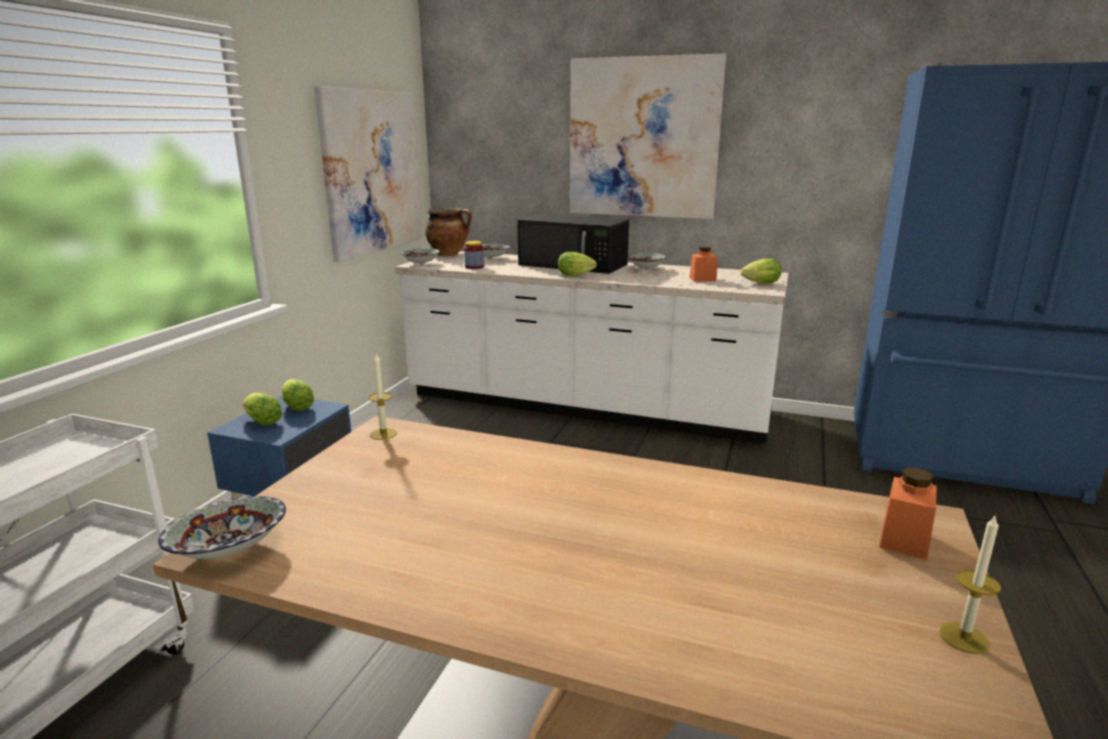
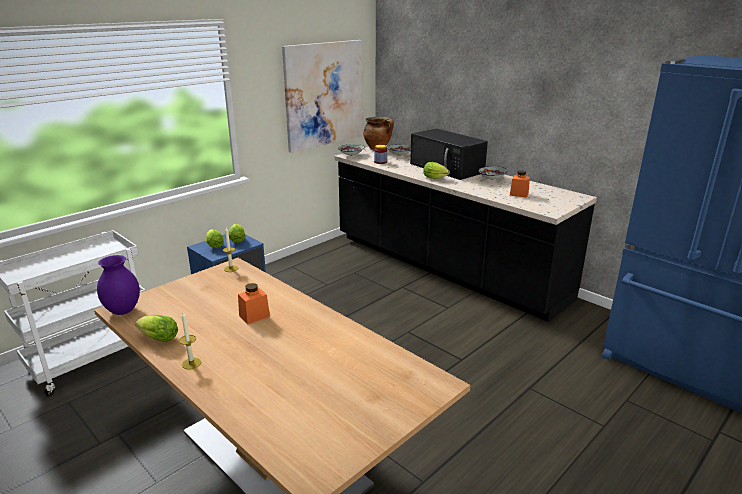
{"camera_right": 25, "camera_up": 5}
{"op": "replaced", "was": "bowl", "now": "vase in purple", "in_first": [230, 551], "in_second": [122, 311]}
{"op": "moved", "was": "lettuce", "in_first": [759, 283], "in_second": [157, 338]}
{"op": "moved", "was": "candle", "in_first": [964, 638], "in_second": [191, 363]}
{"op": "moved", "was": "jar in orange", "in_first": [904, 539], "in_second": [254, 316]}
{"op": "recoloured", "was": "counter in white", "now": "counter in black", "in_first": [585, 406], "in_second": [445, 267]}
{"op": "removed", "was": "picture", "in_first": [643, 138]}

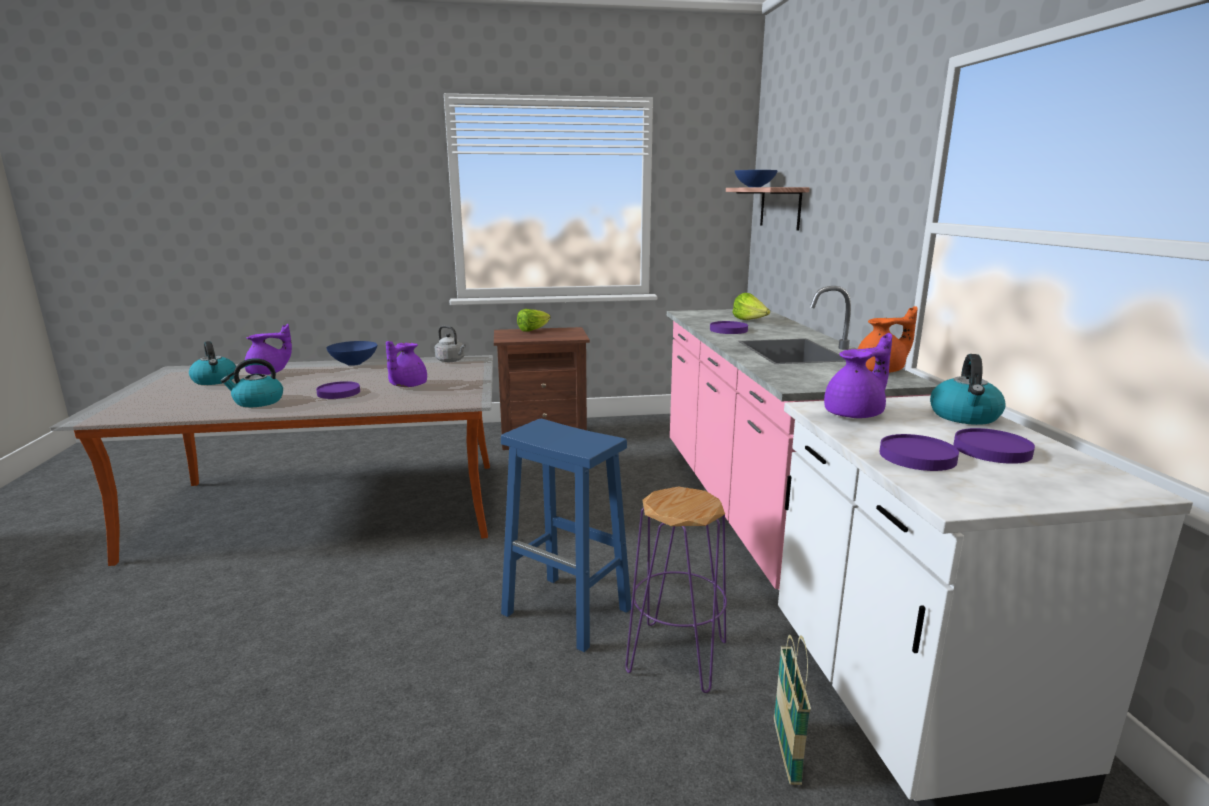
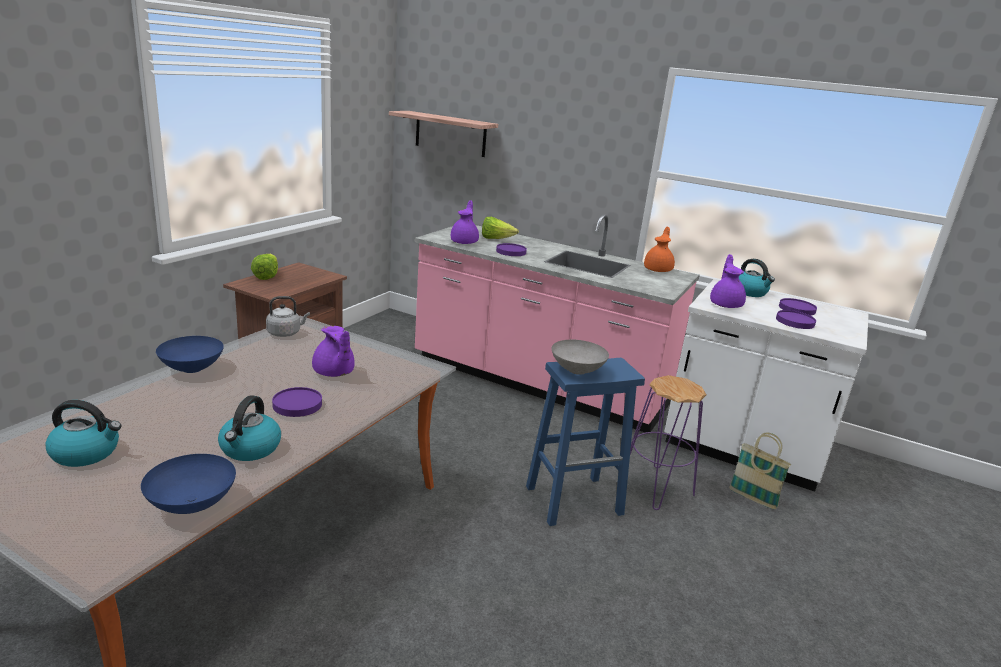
{"camera_right": -55, "camera_up": 5}
{"op": "moved", "was": "bowl in blue", "in_first": [754, 187], "in_second": [192, 505]}
{"op": "moved", "was": "teapot in purple", "in_first": [268, 373], "in_second": [465, 242]}
{"op": "added", "now": "bowl in grey", "in_second": [576, 370]}

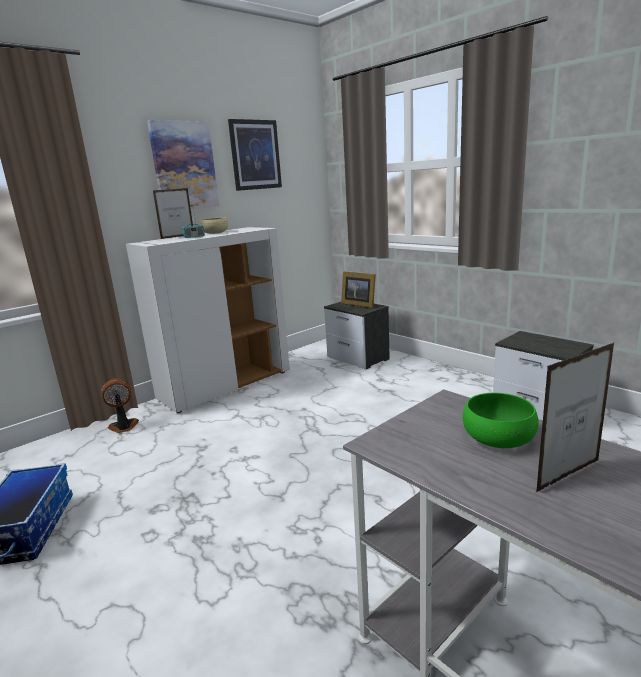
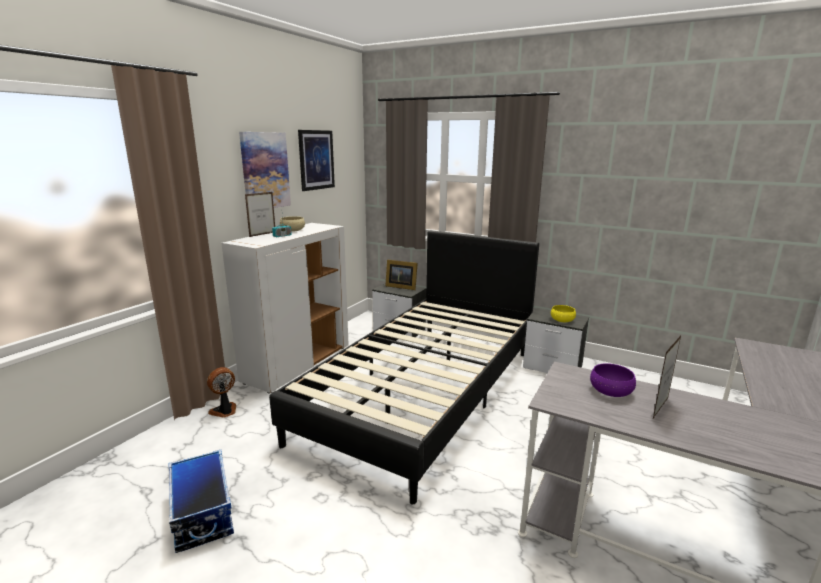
{"camera_right": -20, "camera_up": 0}
{"op": "added", "now": "bed in black", "in_second": [424, 392]}
{"op": "added", "now": "bowl in yellow", "in_second": [562, 320]}
{"op": "recoloured", "was": "bowl in green", "now": "bowl in purple", "in_first": [498, 438], "in_second": [611, 391]}

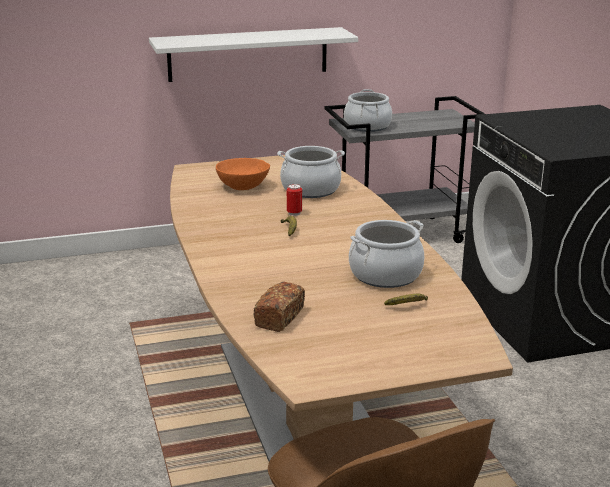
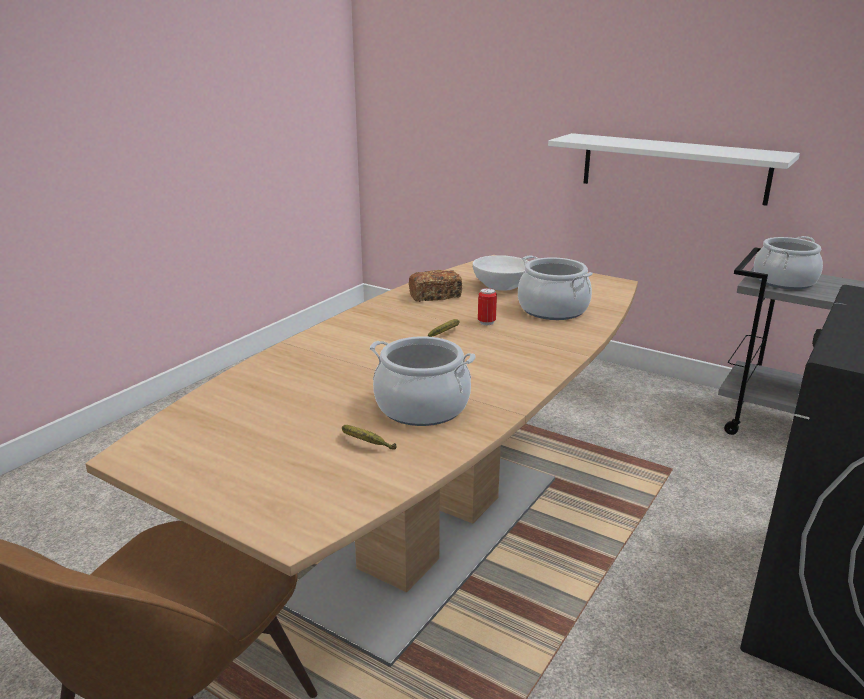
{"camera_right": 50, "camera_up": 0}
{"op": "moved", "was": "bread", "in_first": [279, 317], "in_second": [435, 296]}
{"op": "recoloured", "was": "bowl in orange", "now": "bowl in white", "in_first": [243, 186], "in_second": [501, 287]}

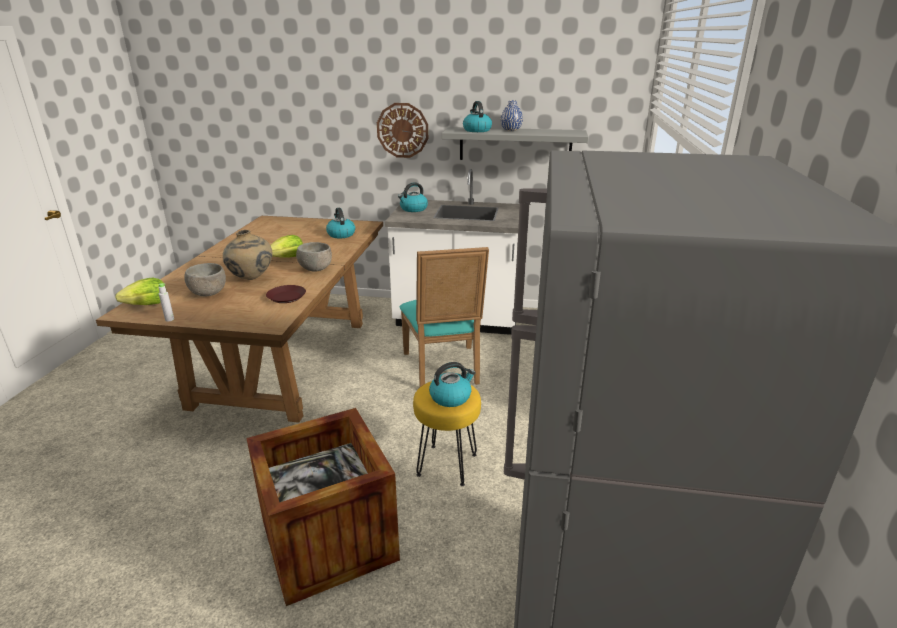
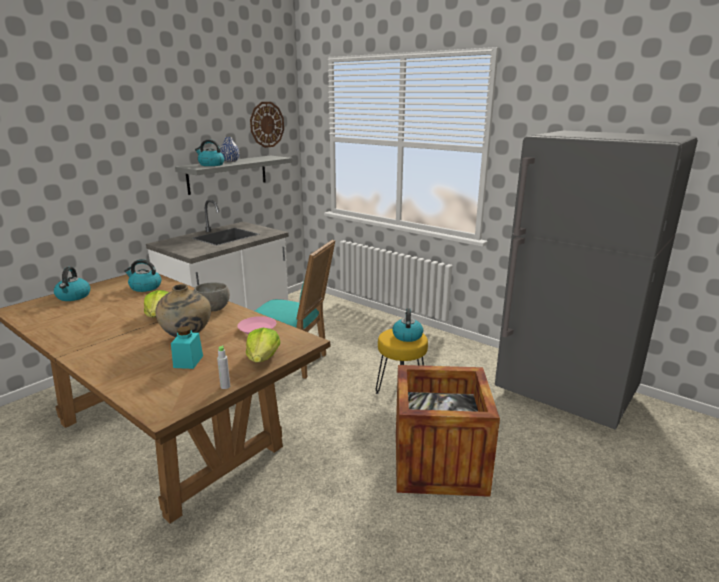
{"camera_right": -60, "camera_up": -5}
{"op": "moved", "was": "kettle", "in_first": [413, 209], "in_second": [73, 296]}
{"op": "replaced", "was": "bowl in grey", "now": "jar in turquoise", "in_first": [208, 294], "in_second": [188, 361]}
{"op": "recoloured", "was": "plate in brown", "now": "plate in pink", "in_first": [286, 297], "in_second": [257, 328]}
{"op": "moved", "was": "lettuce", "in_first": [147, 304], "in_second": [263, 358]}
{"op": "moved", "was": "wall clock", "in_first": [402, 130], "in_second": [267, 124]}

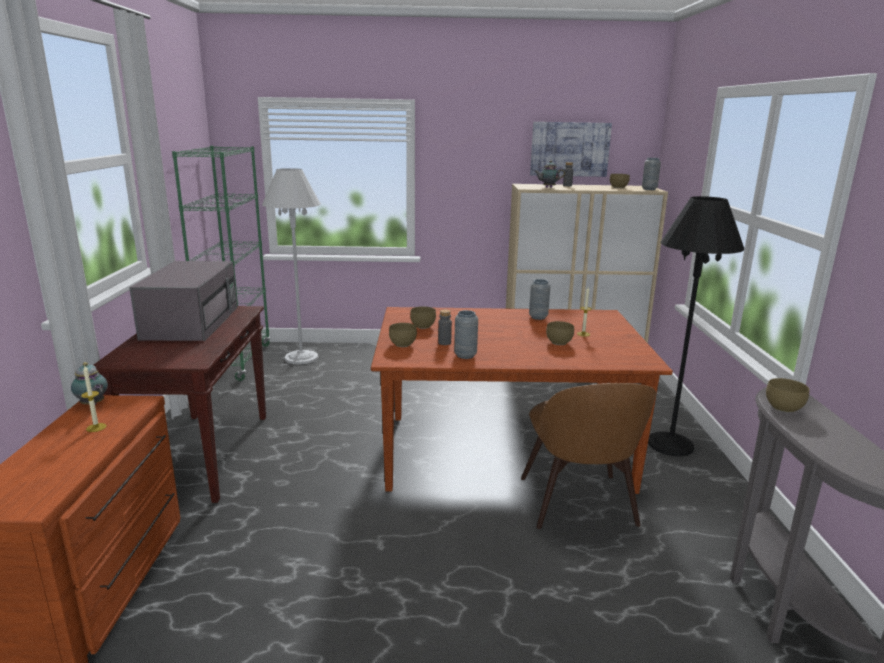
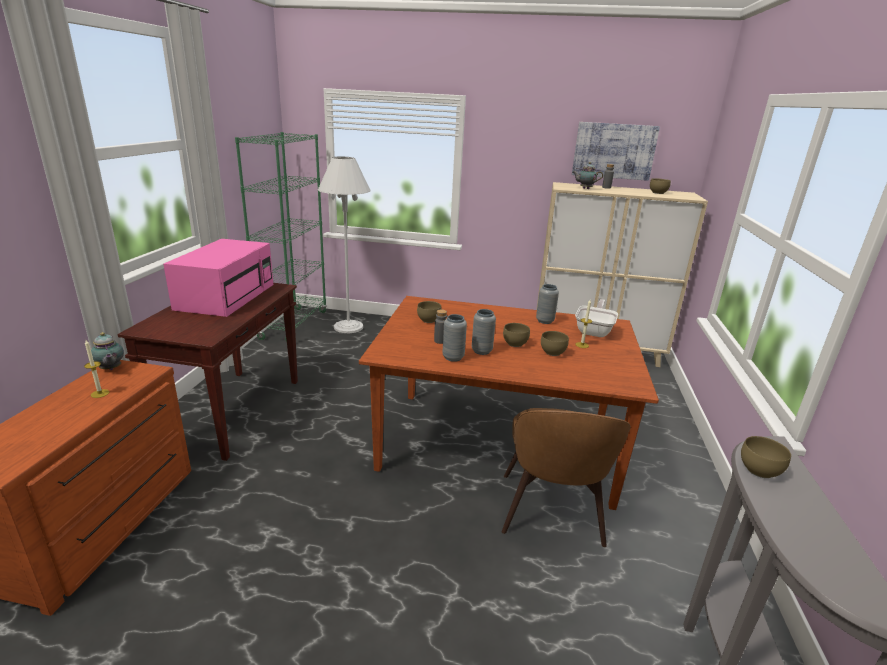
{"camera_right": 10, "camera_up": 5}
{"op": "recoloured", "was": "microwave in grey", "now": "microwave in pink", "in_first": [192, 322], "in_second": [227, 296]}
{"op": "moved", "was": "vase in grey", "in_first": [649, 189], "in_second": [481, 351]}
{"op": "moved", "was": "bowl in brown", "in_first": [402, 344], "in_second": [514, 343]}
{"op": "added", "now": "frying pan", "in_second": [594, 330]}
{"op": "removed", "was": "floor lamp in black", "in_first": [670, 444]}

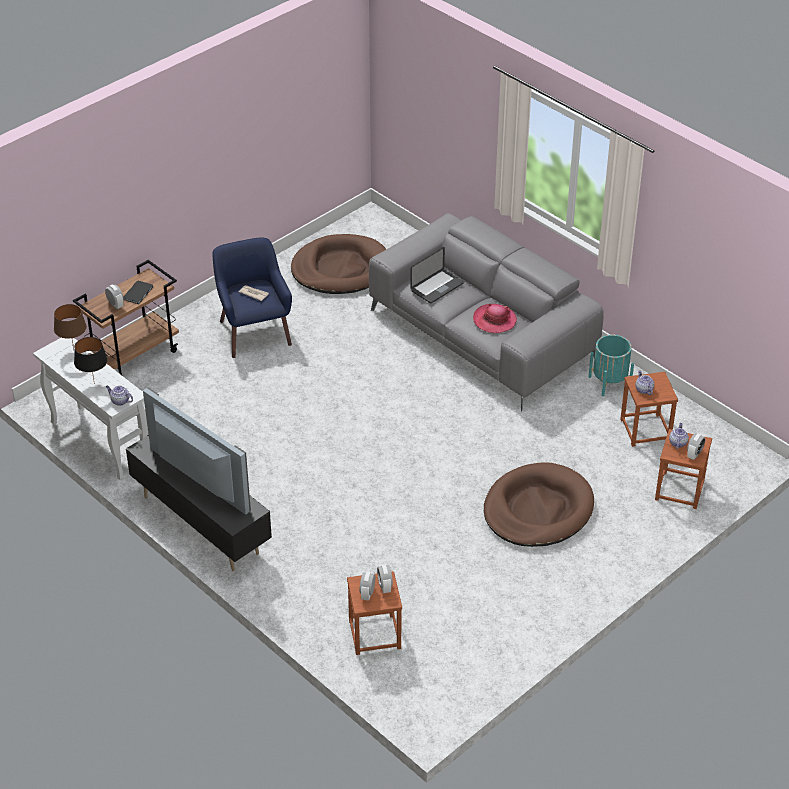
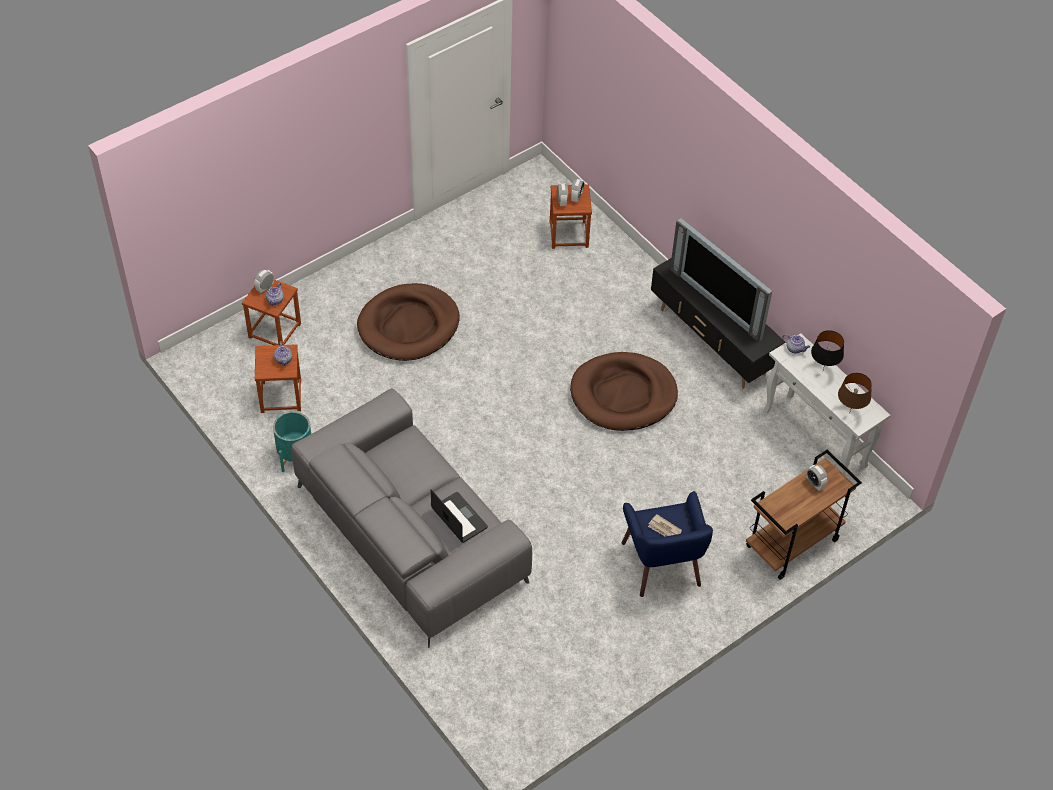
{"camera_right": -175, "camera_up": 10}
{"op": "turned", "was": "laptop", "in_first": [437, 287], "in_second": [459, 518], "clockwise": 90}
{"op": "moved", "was": "dog bed in brown", "in_first": [340, 269], "in_second": [623, 395]}
{"op": "removed", "was": "book in black", "in_first": [139, 292]}
{"op": "removed", "was": "hat", "in_first": [494, 320]}

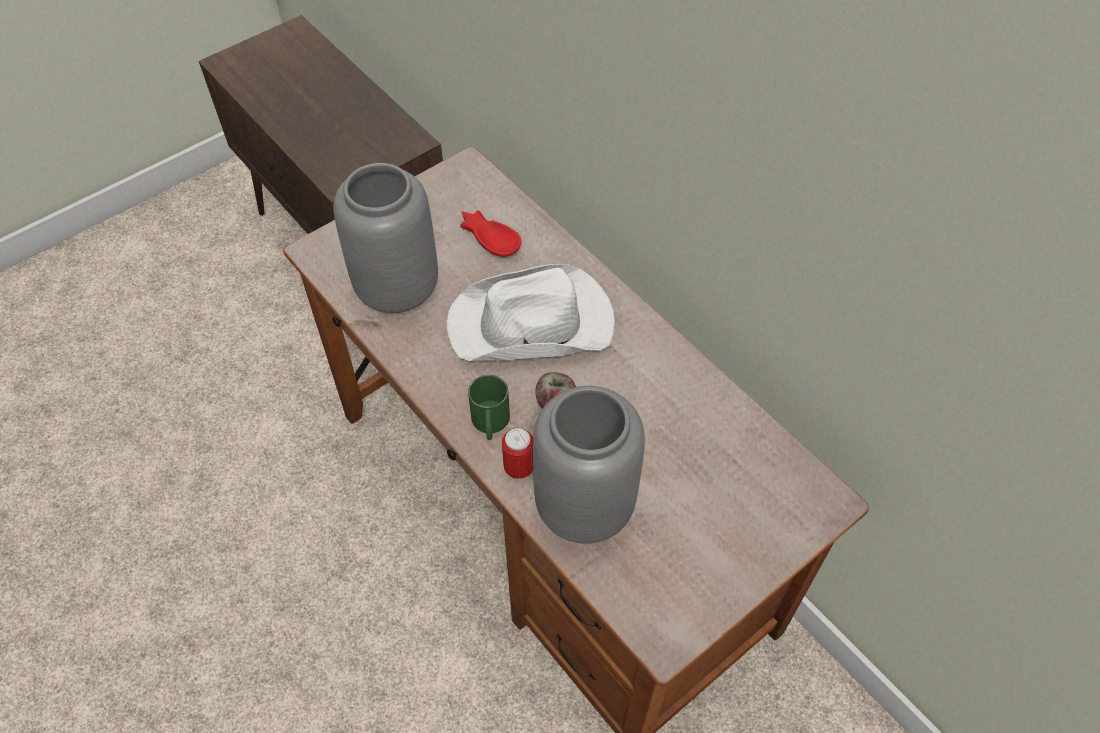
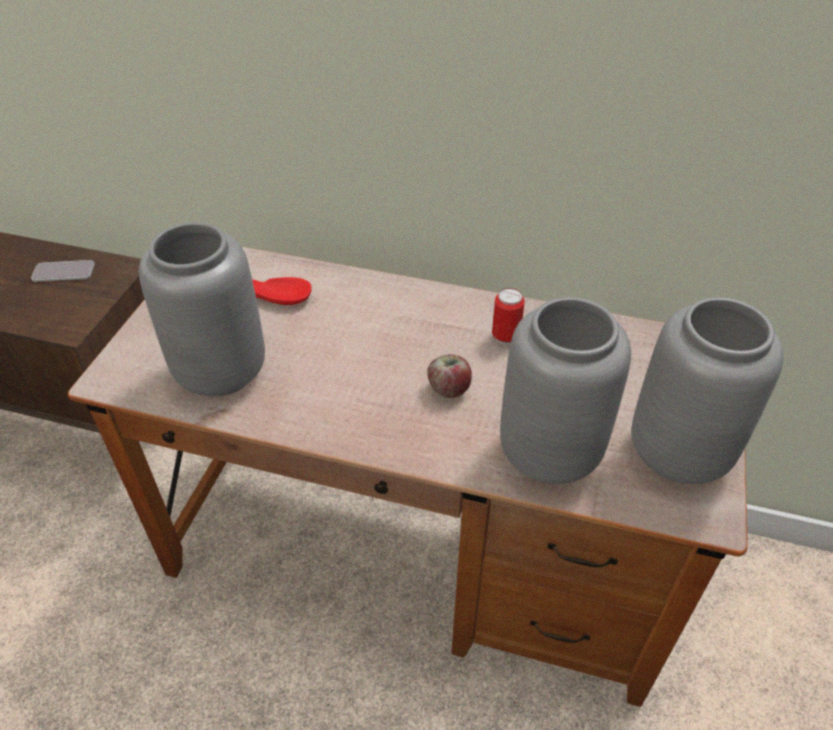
{"camera_right": -35, "camera_up": -10}
{"op": "added", "now": "phone", "in_second": [63, 272]}
{"op": "moved", "was": "can", "in_first": [519, 468], "in_second": [505, 337]}
{"op": "added", "now": "vase in grey", "in_second": [676, 452]}
{"op": "removed", "was": "hat in white", "in_first": [533, 324]}
{"op": "removed", "was": "mug in green", "in_first": [490, 424]}

